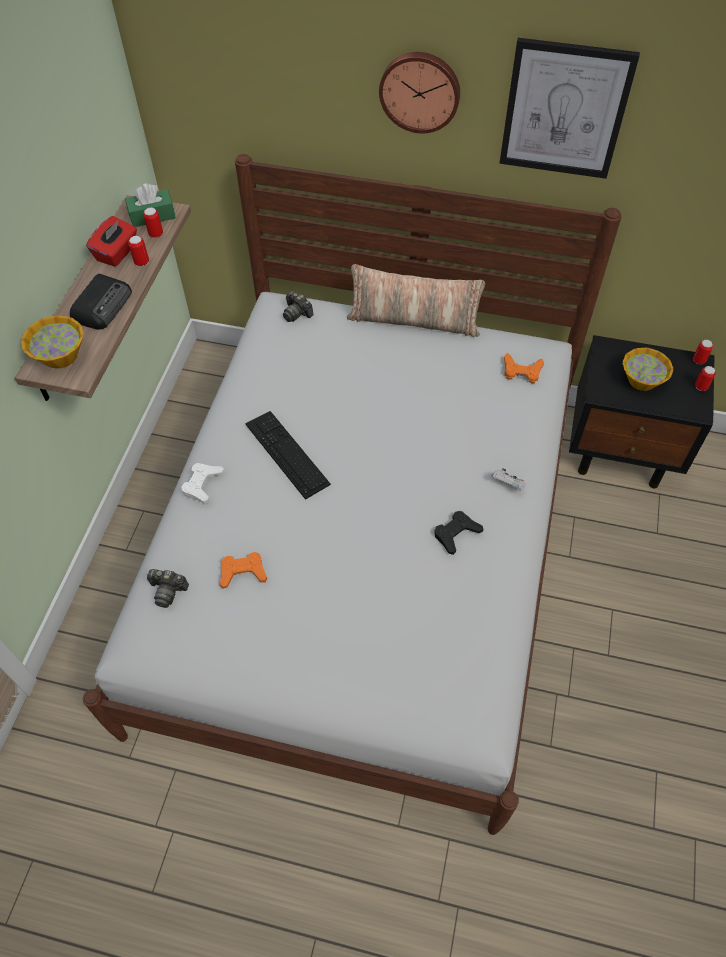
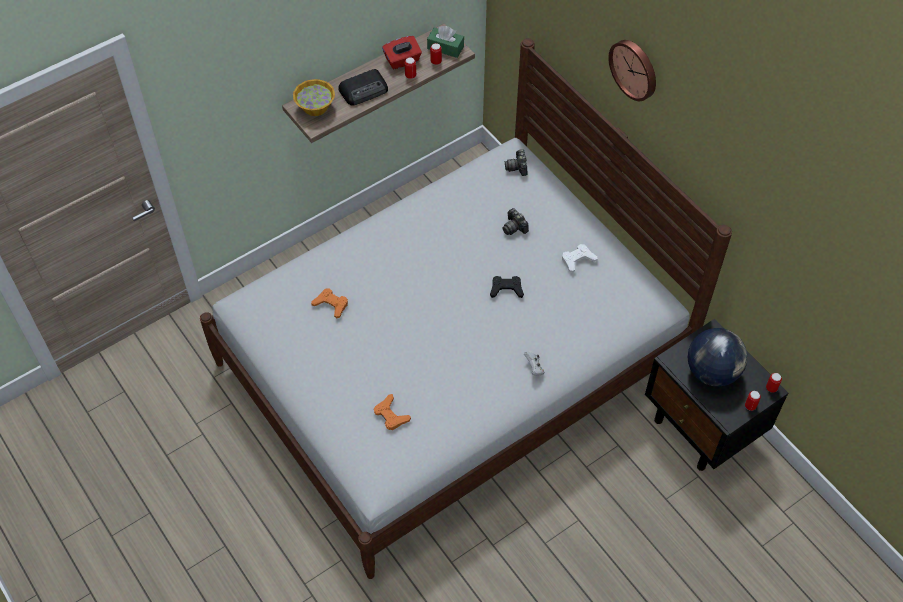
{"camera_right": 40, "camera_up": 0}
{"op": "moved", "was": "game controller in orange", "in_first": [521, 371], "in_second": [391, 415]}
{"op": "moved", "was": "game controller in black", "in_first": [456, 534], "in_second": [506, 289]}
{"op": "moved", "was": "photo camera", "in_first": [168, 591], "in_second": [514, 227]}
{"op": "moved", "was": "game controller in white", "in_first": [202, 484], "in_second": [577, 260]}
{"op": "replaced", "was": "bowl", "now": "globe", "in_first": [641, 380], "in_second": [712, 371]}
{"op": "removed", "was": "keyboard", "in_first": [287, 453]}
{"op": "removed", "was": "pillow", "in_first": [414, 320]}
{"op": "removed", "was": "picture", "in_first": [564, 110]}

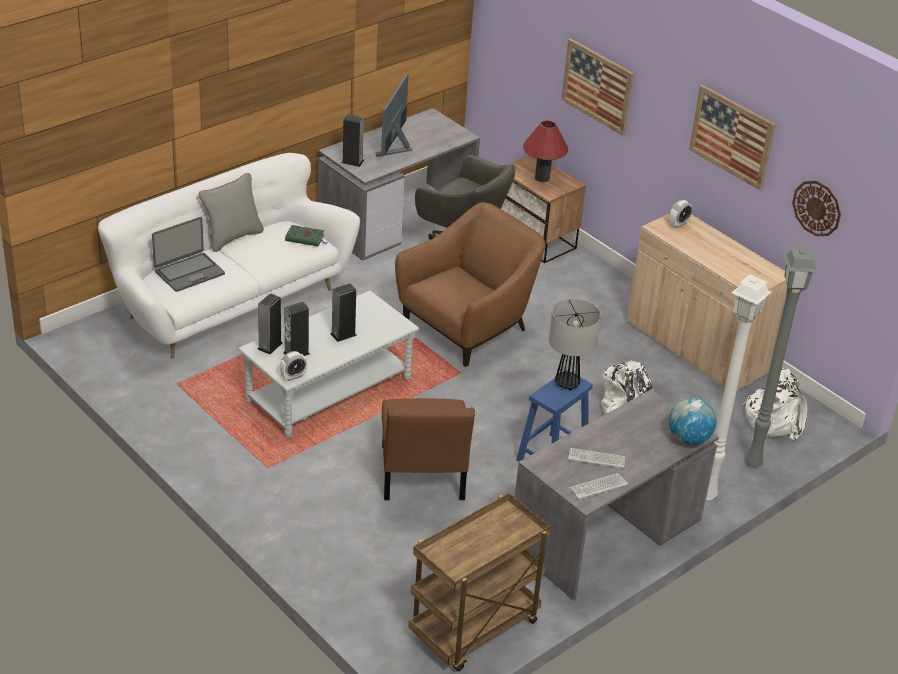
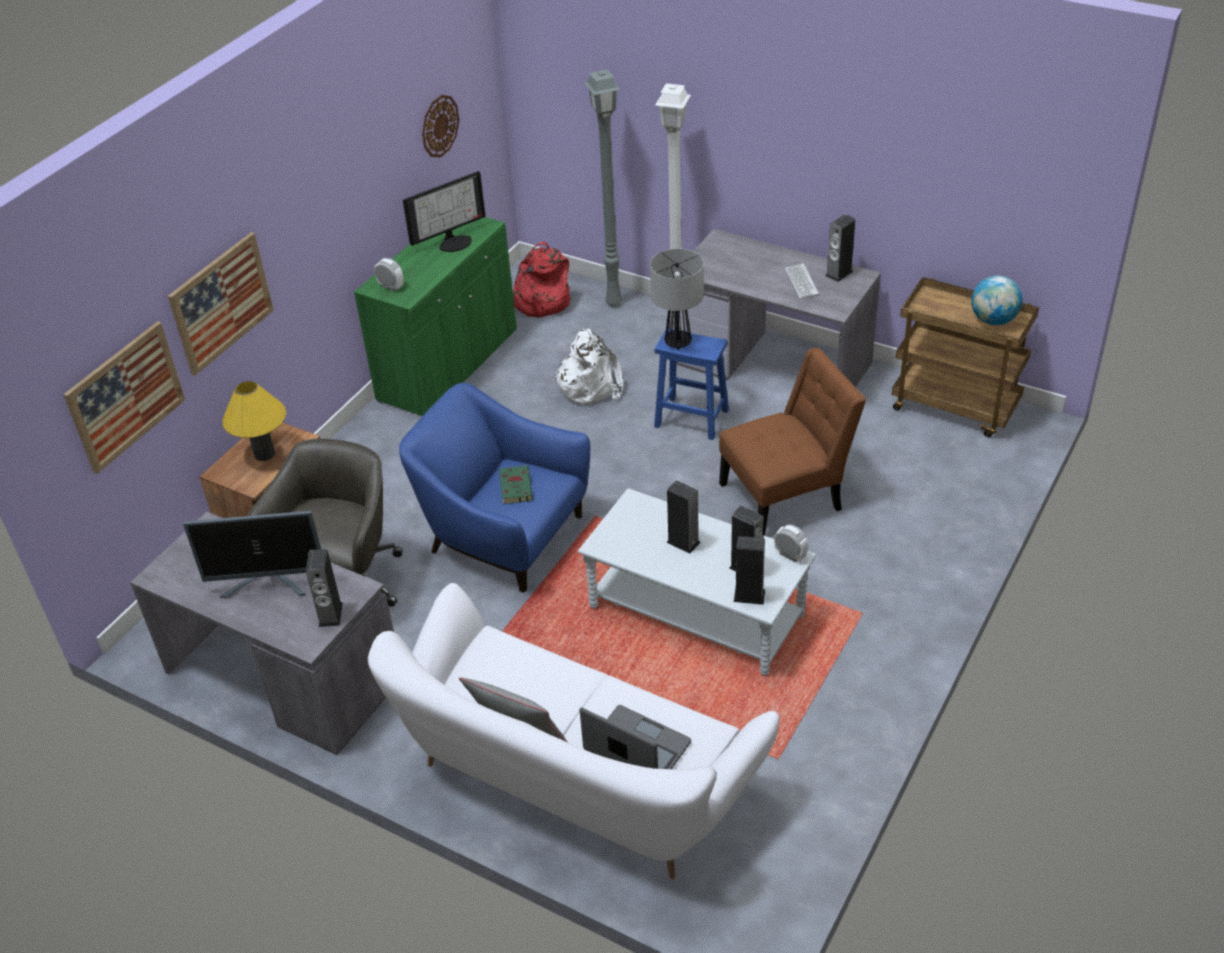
{"camera_right": -105, "camera_up": 5}
{"op": "moved", "was": "picture", "in_first": [732, 136], "in_second": [125, 396]}
{"op": "recoloured", "was": "table lamp in red", "now": "table lamp in yellow", "in_first": [542, 178], "in_second": [264, 454]}
{"op": "recoloured", "was": "cabinet in beige", "now": "cabinet in green", "in_first": [697, 348], "in_second": [448, 365]}
{"op": "recoloured", "was": "armchair in brown", "now": "armchair in blue", "in_first": [467, 327], "in_second": [504, 536]}
{"op": "added", "now": "monitor", "in_second": [454, 242]}
{"op": "moved", "was": "book in green", "in_first": [306, 238], "in_second": [515, 486]}
{"op": "recoloured", "was": "backpack in white", "now": "backpack in red", "in_first": [774, 419], "in_second": [539, 302]}
{"op": "replaced", "was": "keyboard", "now": "speaker", "in_first": [598, 487], "in_second": [839, 273]}
{"op": "moved", "was": "globe", "in_first": [688, 438], "in_second": [993, 320]}

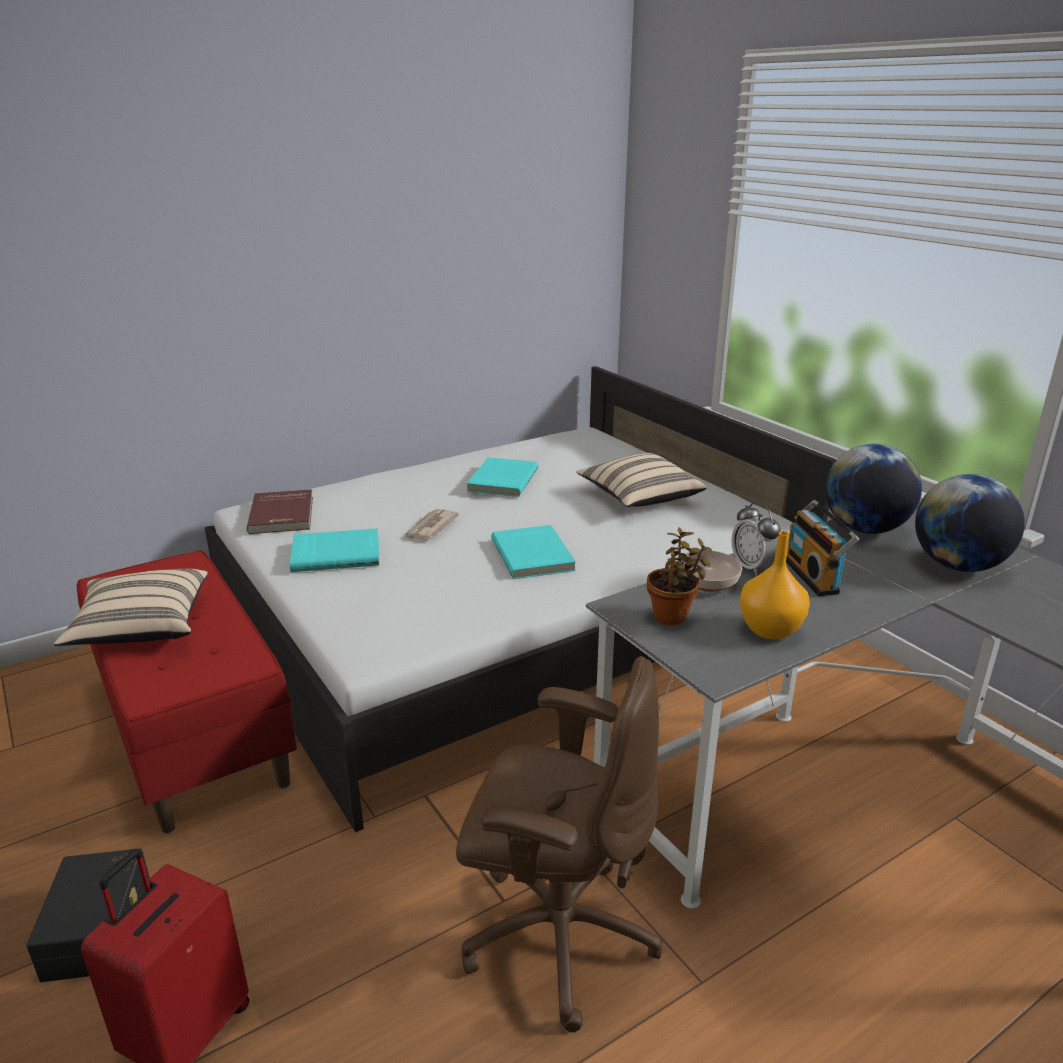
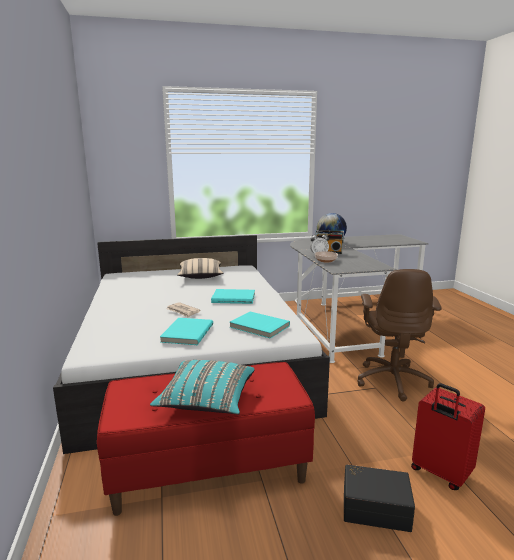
{"camera_right": -70, "camera_up": -10}
{"op": "recoloured", "was": "pillow in beige", "now": "pillow in turquoise", "in_first": [141, 627], "in_second": [207, 401]}
{"op": "moved", "was": "book in turquoise", "in_first": [501, 480], "in_second": [259, 327]}
{"op": "turned", "was": "office chair in brown", "in_first": [557, 934], "in_second": [392, 380], "clockwise": 150}
{"op": "removed", "was": "book in red", "in_first": [283, 515]}
{"op": "removed", "was": "potted plant", "in_first": [673, 615]}
{"op": "removed", "was": "vase in orange", "in_first": [769, 630]}
{"op": "removed", "was": "globe", "in_first": [865, 529]}

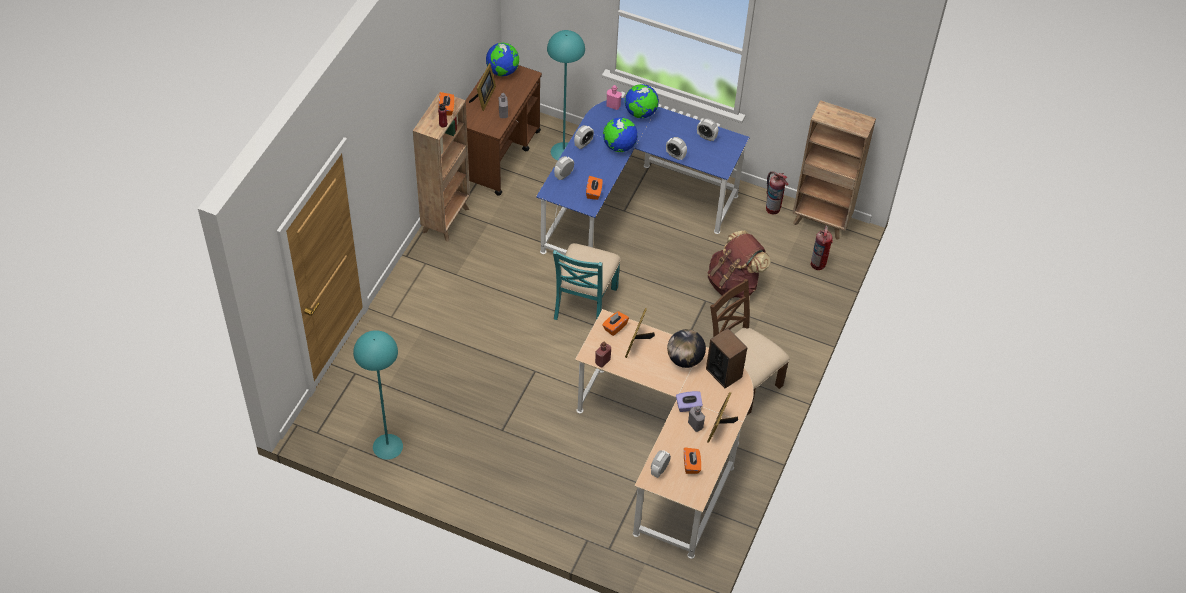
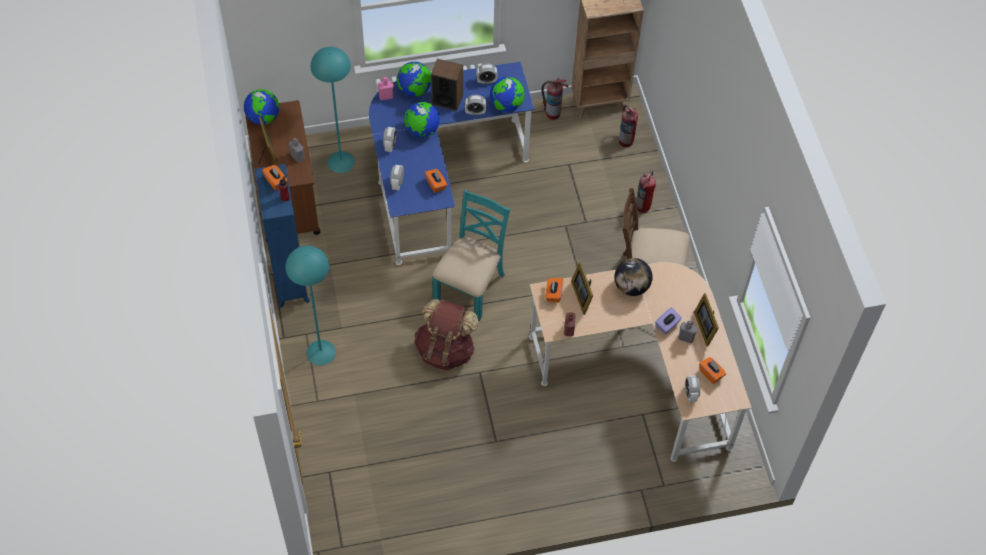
{"camera_right": -35, "camera_up": 5}
{"op": "recoloured", "was": "bookcase in brown", "now": "bookcase in blue", "in_first": [446, 219], "in_second": [290, 282]}
{"op": "moved", "was": "floor lamp in turquoise", "in_first": [388, 446], "in_second": [321, 352]}
{"op": "moved", "was": "backpack in brown", "in_first": [734, 283], "in_second": [445, 350]}
{"op": "moved", "was": "speaker", "in_first": [724, 373], "in_second": [447, 99]}
{"op": "turned", "was": "chair in turquoise", "in_first": [584, 303], "in_second": [470, 287], "clockwise": -135}
{"op": "added", "now": "globe", "in_second": [506, 105]}
{"op": "added", "now": "fire extinguisher", "in_second": [643, 206]}

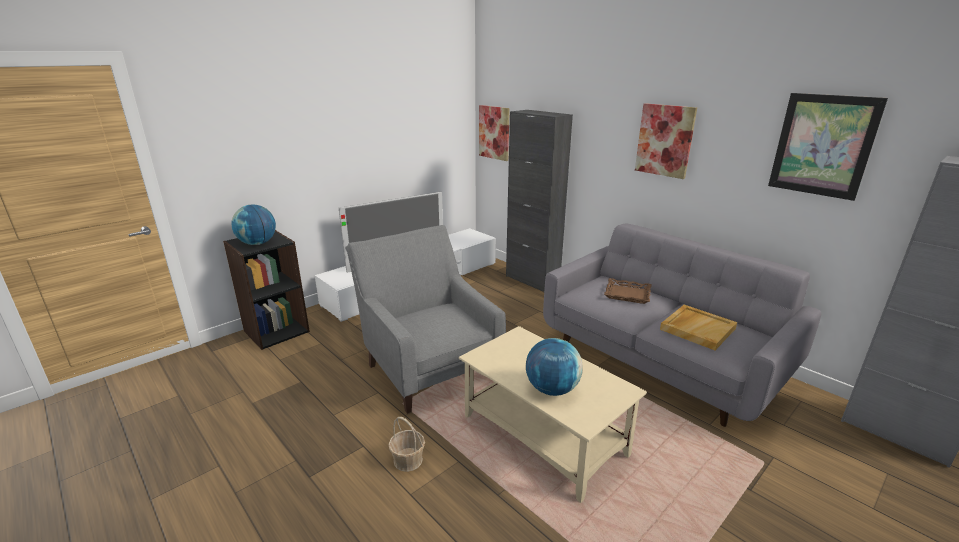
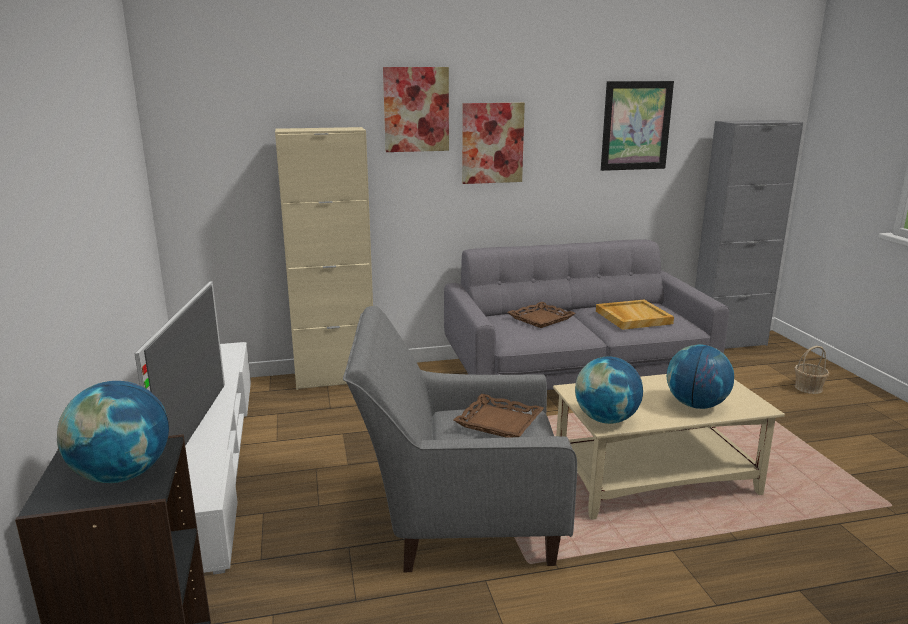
{"camera_right": -60, "camera_up": -5}
{"op": "recoloured", "was": "cabinet in black", "now": "cabinet in beige", "in_first": [532, 280], "in_second": [335, 378]}
{"op": "moved", "was": "picture", "in_first": [494, 132], "in_second": [416, 109]}
{"op": "added", "now": "tray in brown", "in_second": [498, 422]}
{"op": "added", "now": "globe", "in_second": [606, 419]}
{"op": "moved", "was": "basket", "in_first": [408, 460], "in_second": [808, 388]}

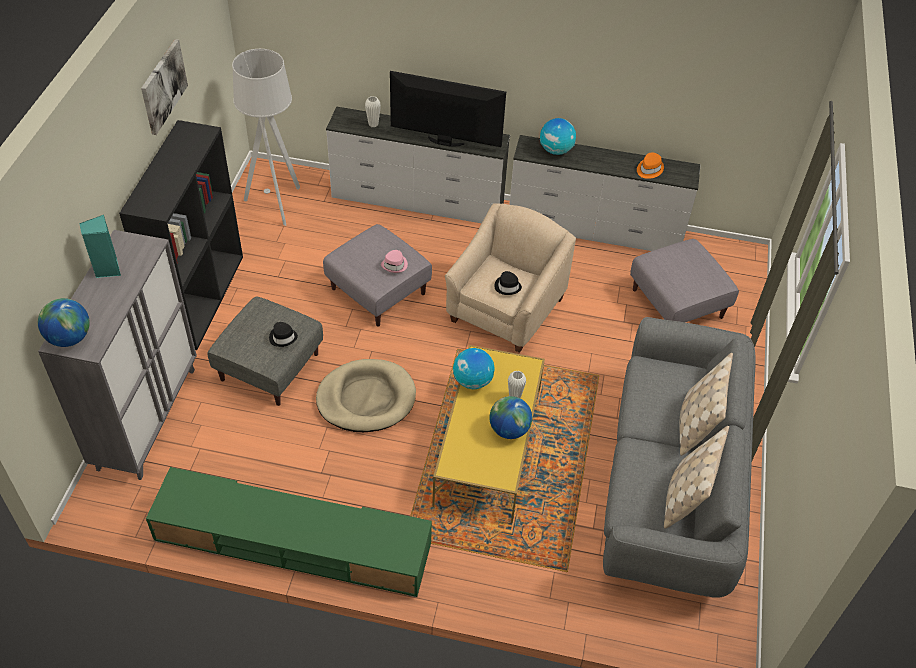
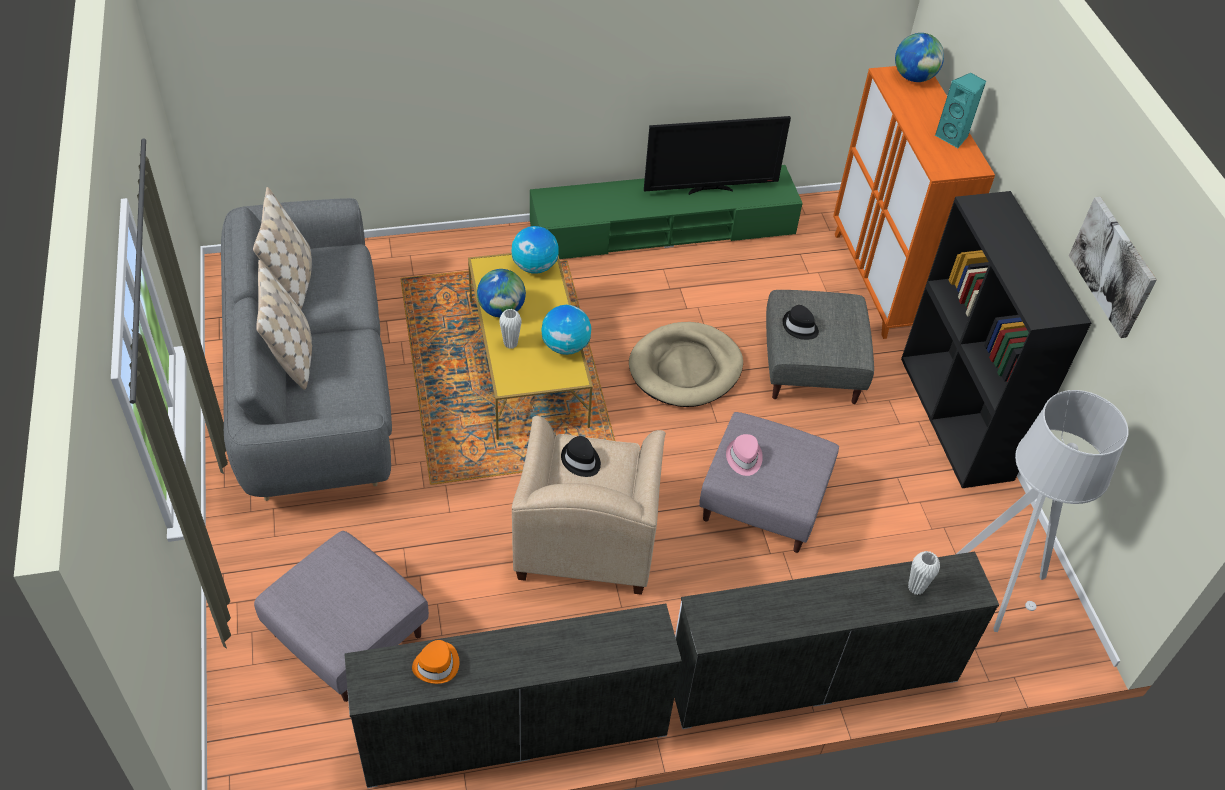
{"camera_right": 155, "camera_up": 0}
{"op": "moved", "was": "globe", "in_first": [556, 150], "in_second": [534, 267]}
{"op": "moved", "was": "television", "in_first": [445, 142], "in_second": [710, 189]}
{"op": "recoloured", "was": "cabinet in grey", "now": "cabinet in orange", "in_first": [147, 418], "in_second": [881, 282]}

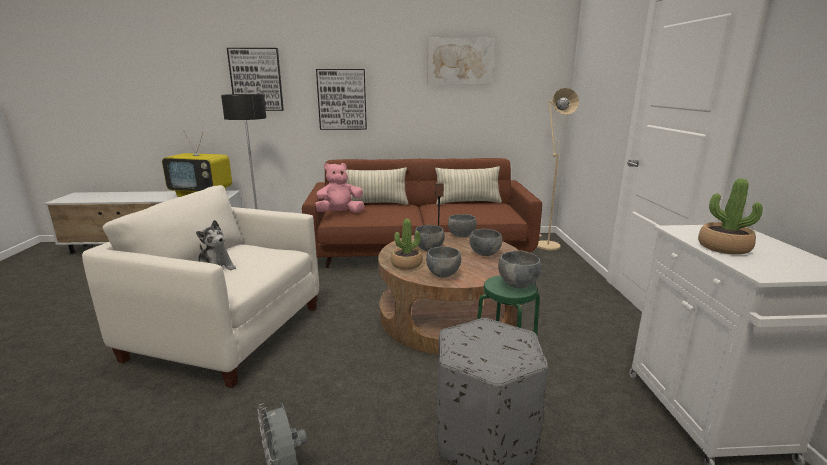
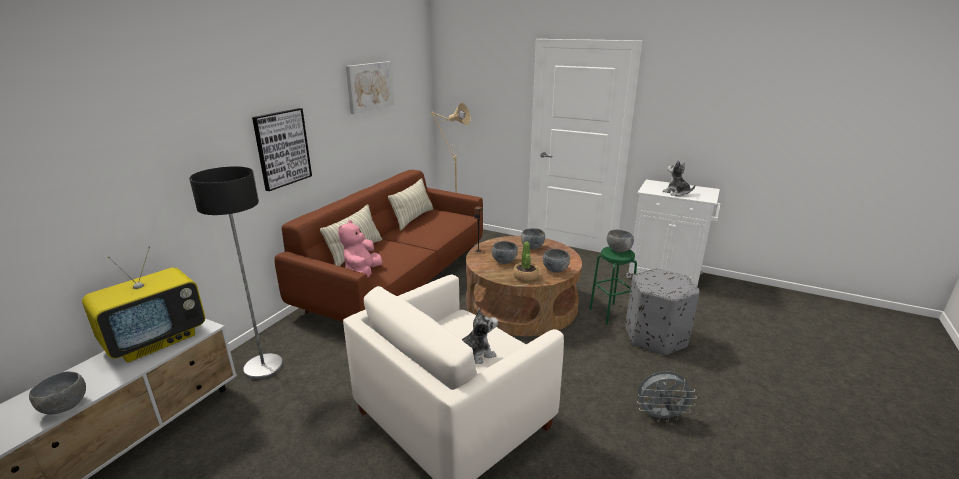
{"camera_right": -60, "camera_up": 5}
{"op": "moved", "was": "bowl in grey", "in_first": [462, 236], "in_second": [66, 407]}
{"op": "replaced", "was": "potted plant", "now": "plush toy", "in_first": [723, 247], "in_second": [676, 193]}
{"op": "removed", "was": "picture", "in_first": [256, 79]}

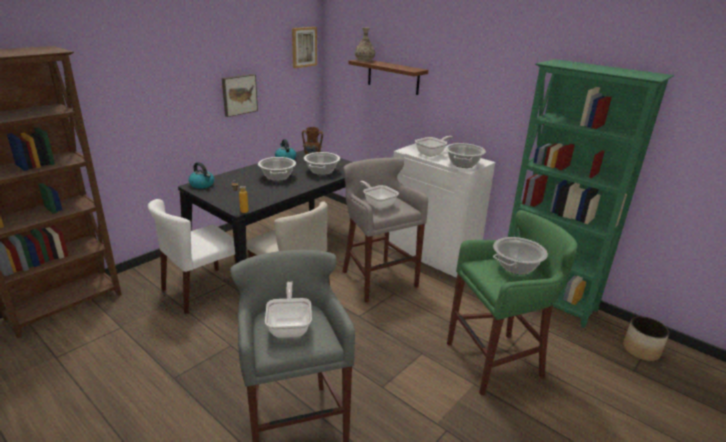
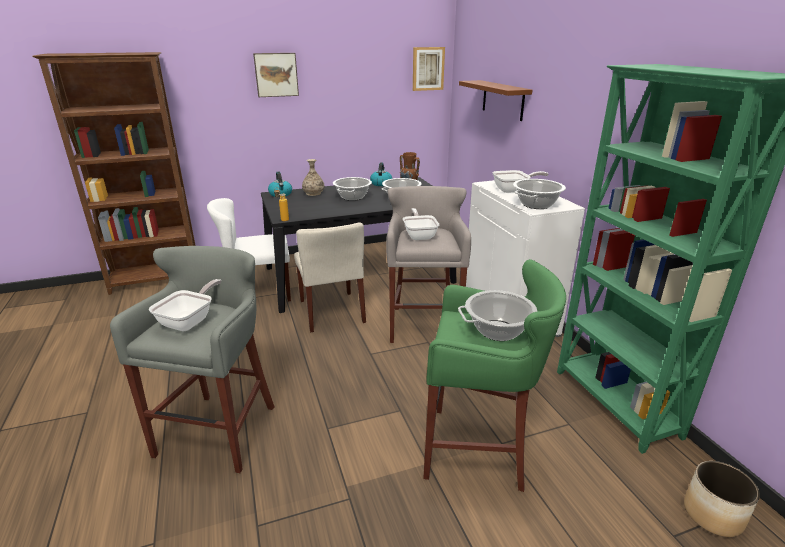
{"camera_right": 30, "camera_up": 0}
{"op": "moved", "was": "picture", "in_first": [239, 94], "in_second": [276, 74]}
{"op": "moved", "was": "vase", "in_first": [364, 60], "in_second": [313, 193]}

